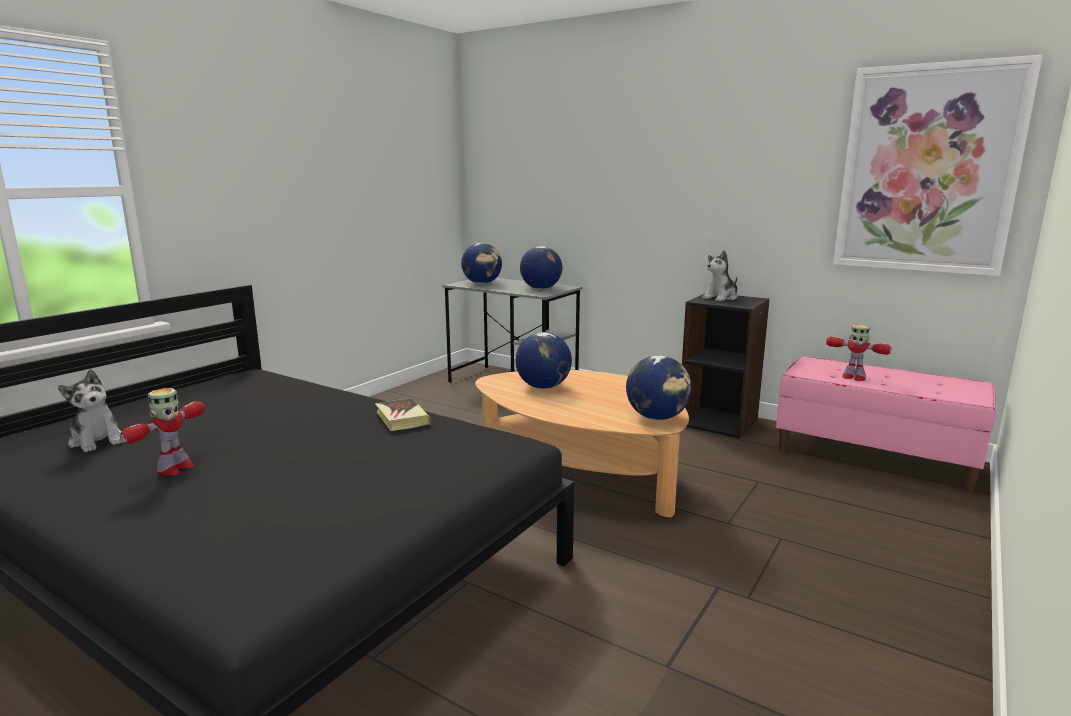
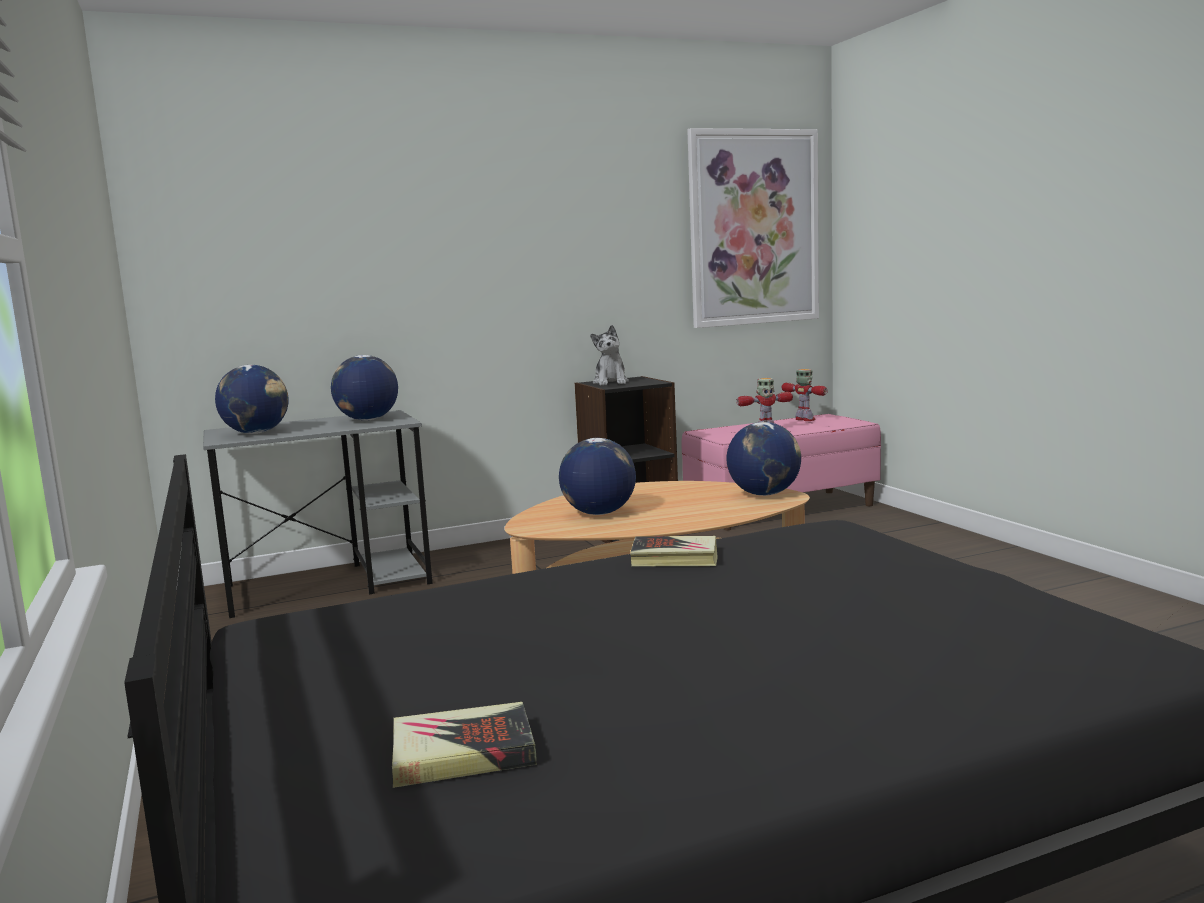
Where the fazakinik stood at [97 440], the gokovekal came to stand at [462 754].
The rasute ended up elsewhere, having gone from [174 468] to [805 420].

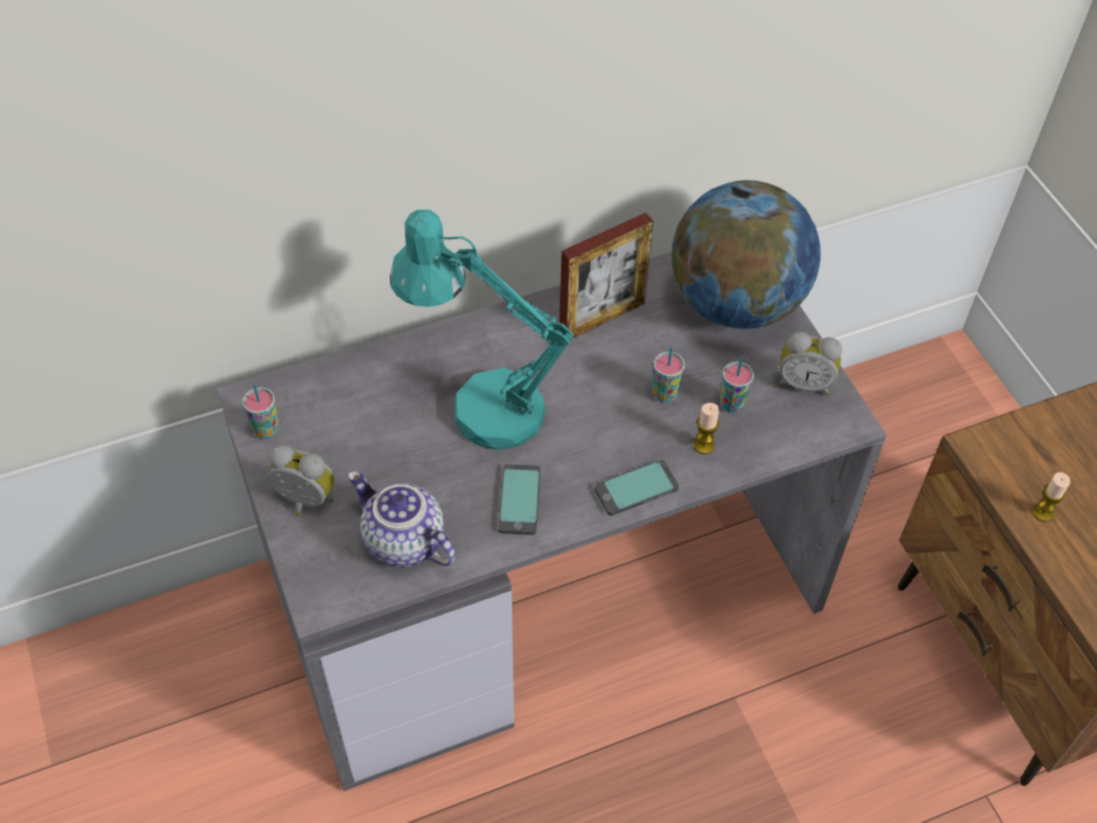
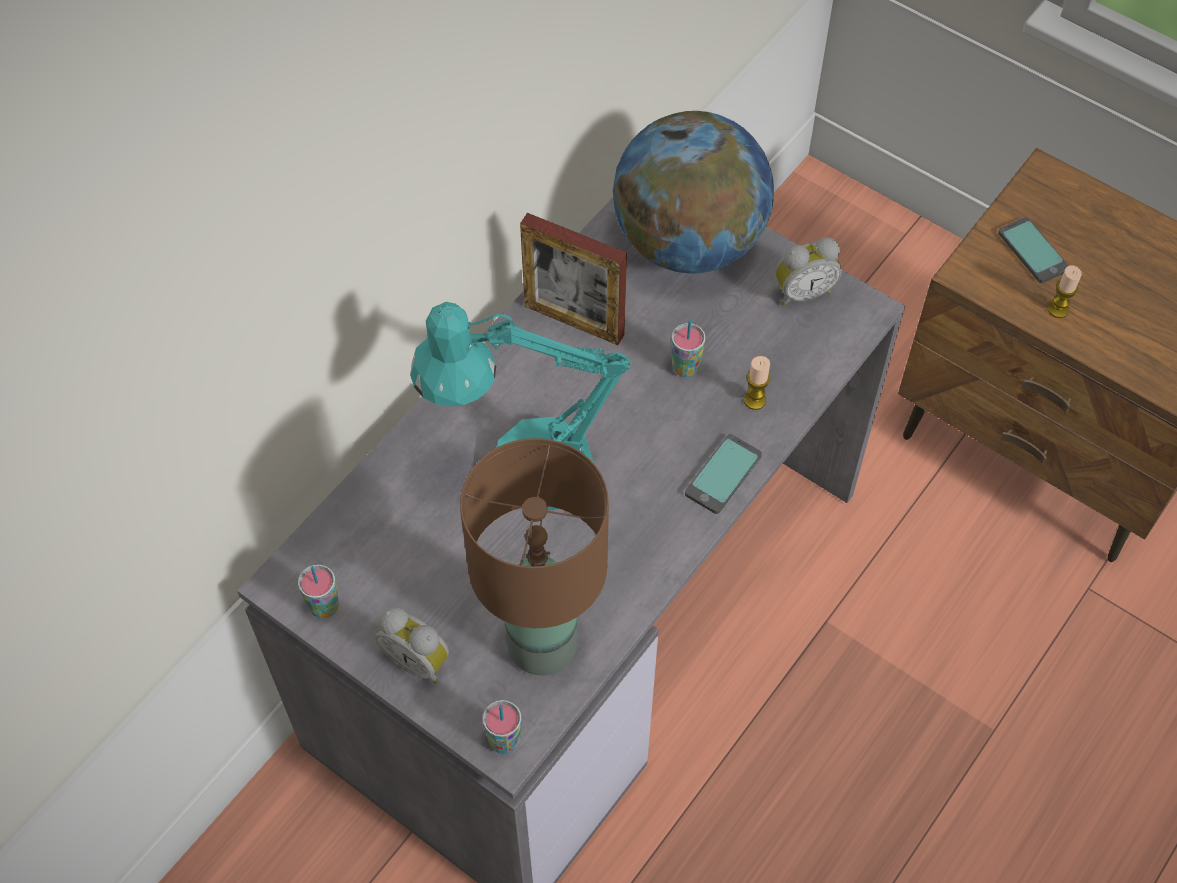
The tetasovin at [602 318] ended up facing another way, 90 degrees clockwise from before.
The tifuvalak ended up elsewhere, having gone from [732 404] to [504 741].
The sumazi at [304 502] ended up facing another way, 135 degrees counterclockwise from before.
The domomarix ended up elsewhere, having gone from [520 500] to [1033 251].
Where the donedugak stood at [402 542], the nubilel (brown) came to stand at [543 646].

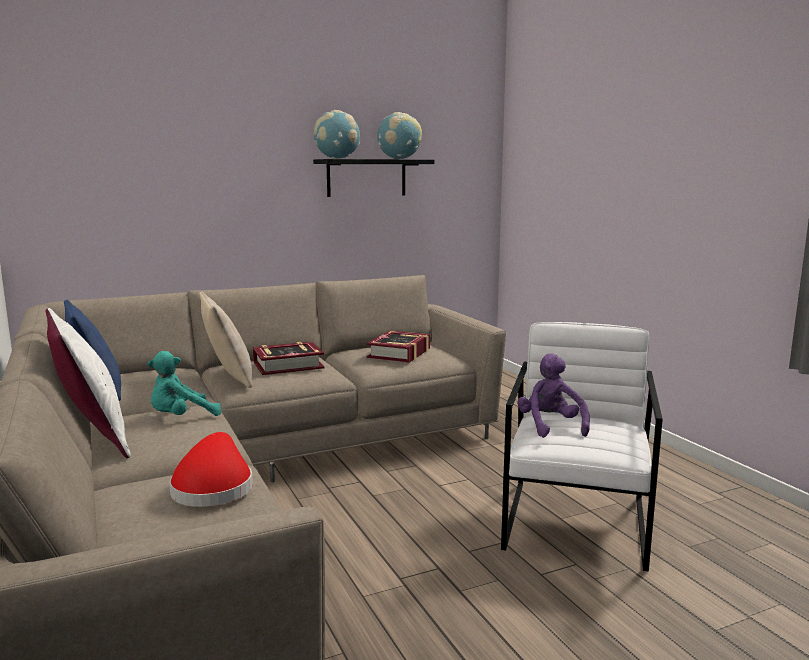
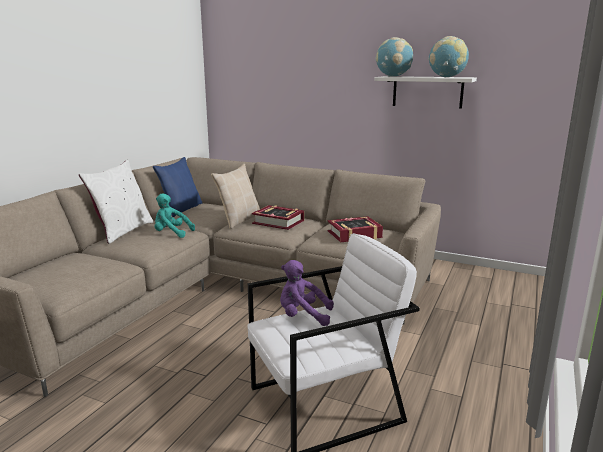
What was the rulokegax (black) at [366 178] turned into the rulokegax (white) at [427 92].
The fazakinik (purple) at [550 426] ended up facing another way, 120 degrees counterclockwise from before.
The second view lost the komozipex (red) at [213 487].

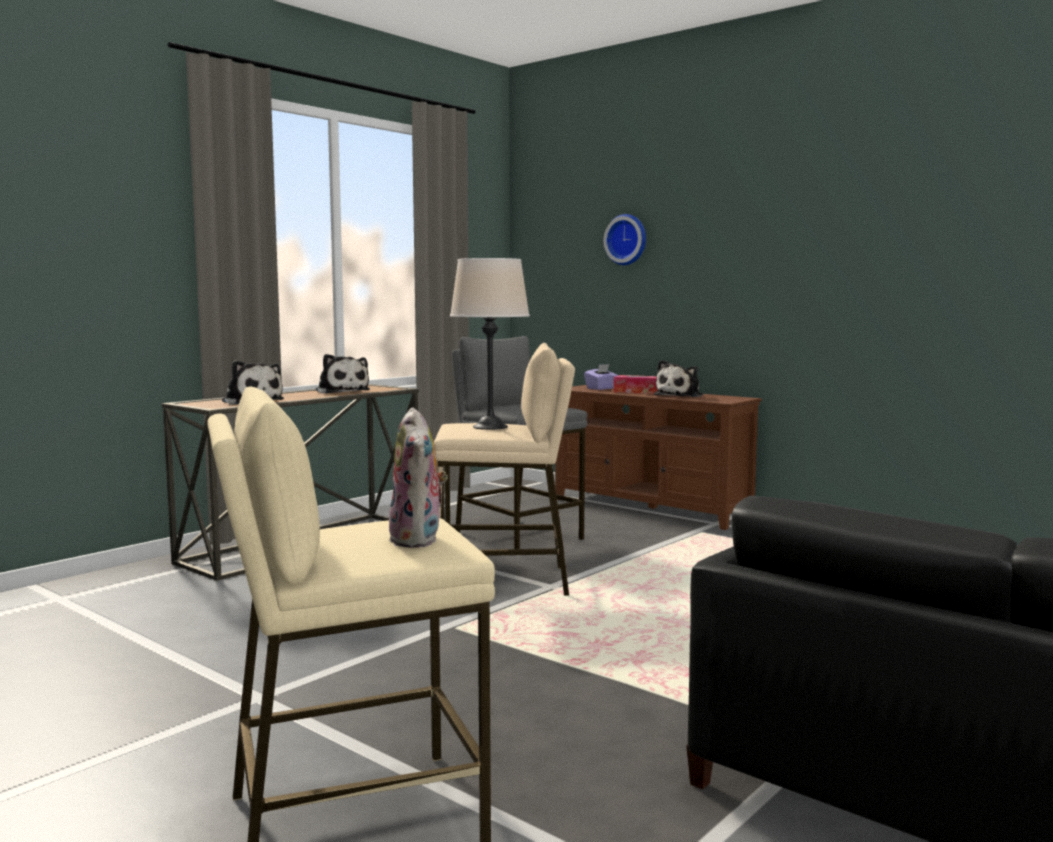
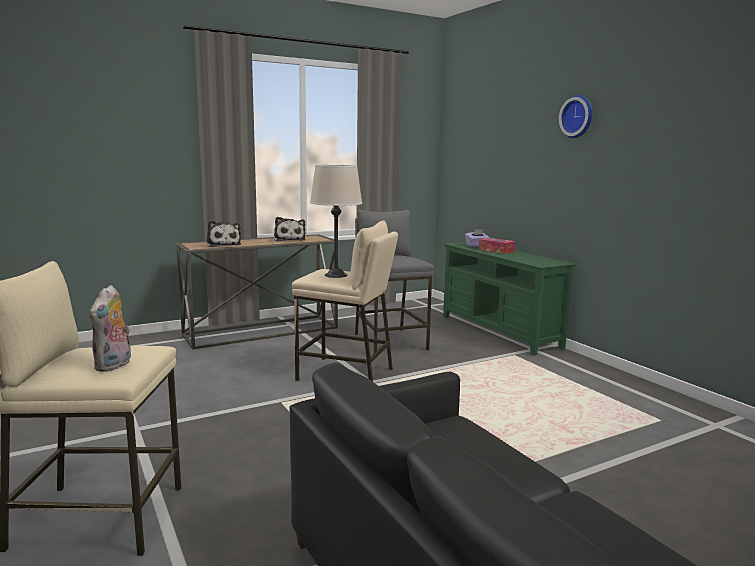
The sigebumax ended up elsewhere, having gone from [627 240] to [578 117].
The second view lost the fazakinik at [680 395].
What was the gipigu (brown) at [650 509] turned into the gipigu (green) at [499 332].

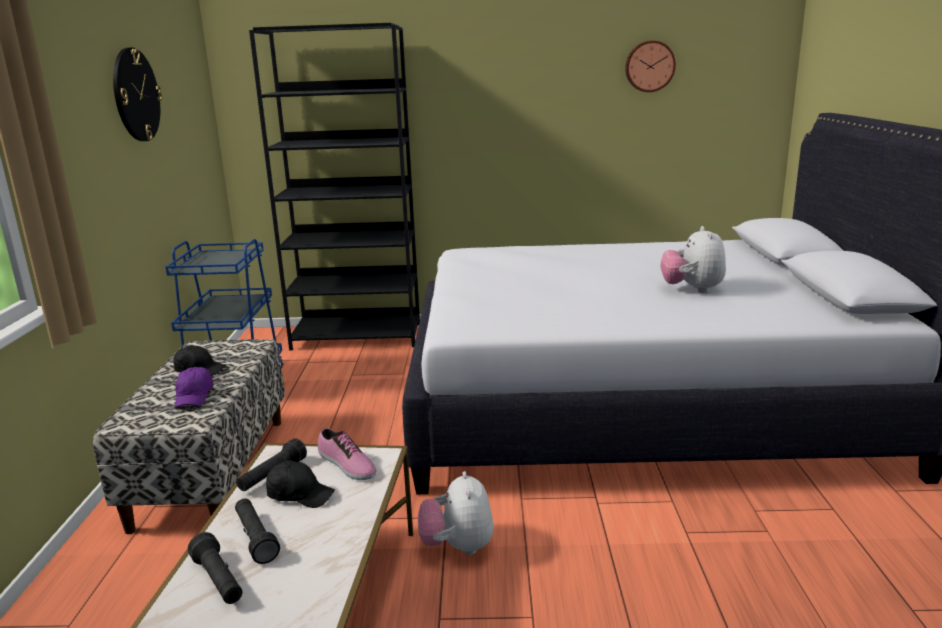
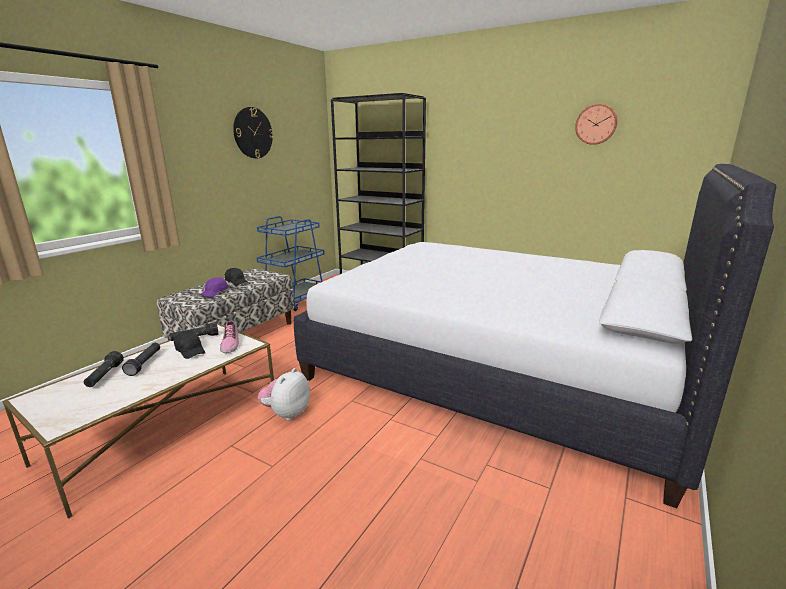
The second view lost the fazakinik at [692 290].

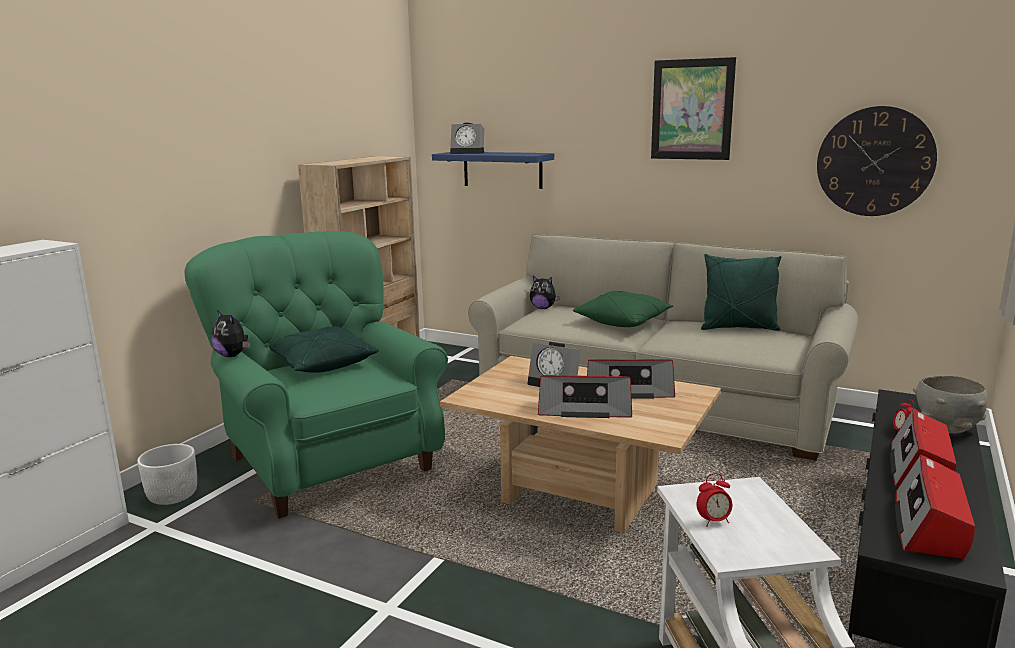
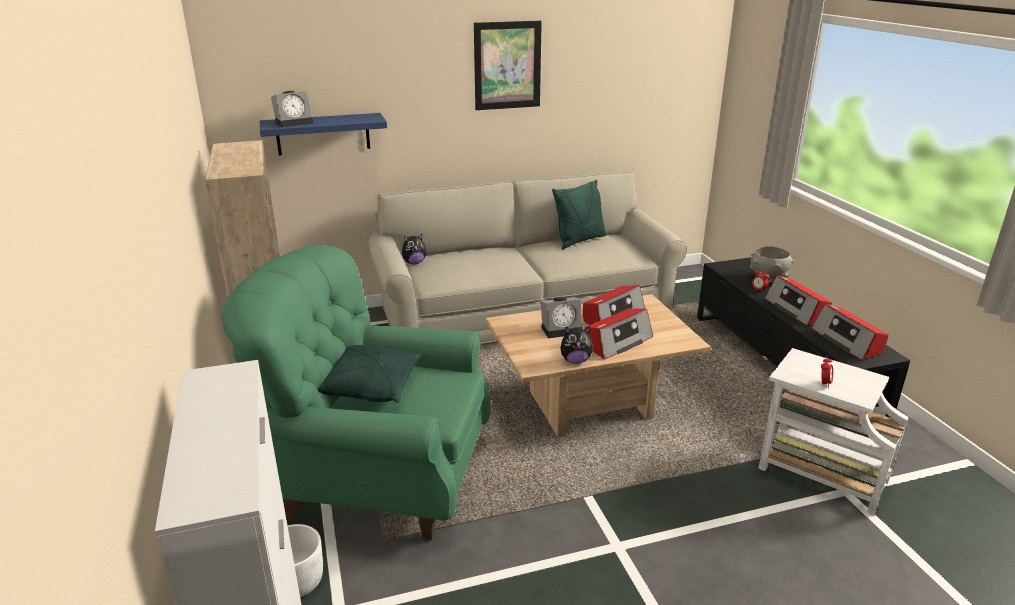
The second view lost the sigebumax at [875 161].
The second view lost the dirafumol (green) at [623 321].
The fazakinik ended up elsewhere, having gone from [233 355] to [575 360].

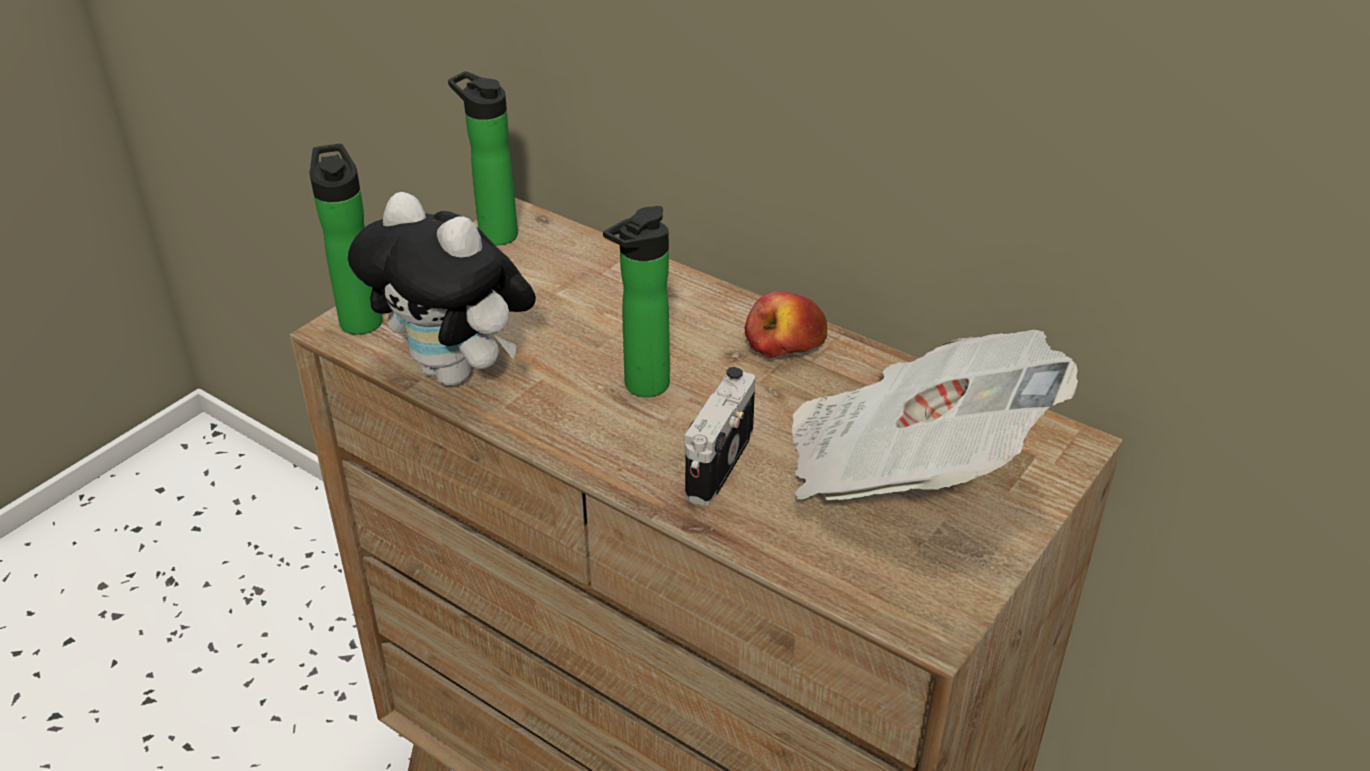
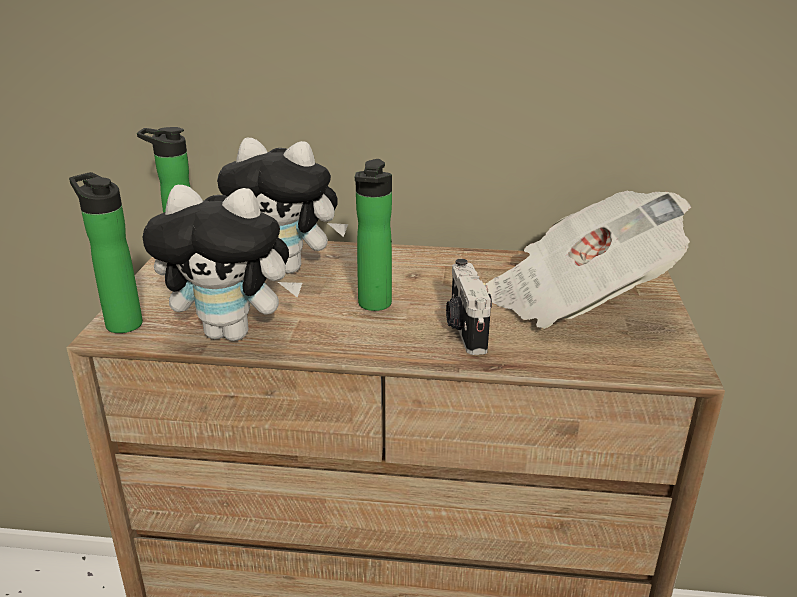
The second view lost the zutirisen at [785 345].
The second view gained the fazakinik at [288 267].

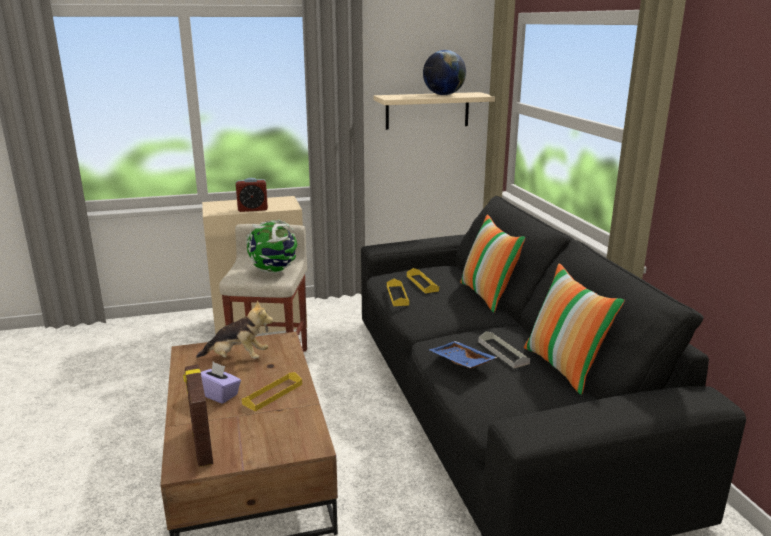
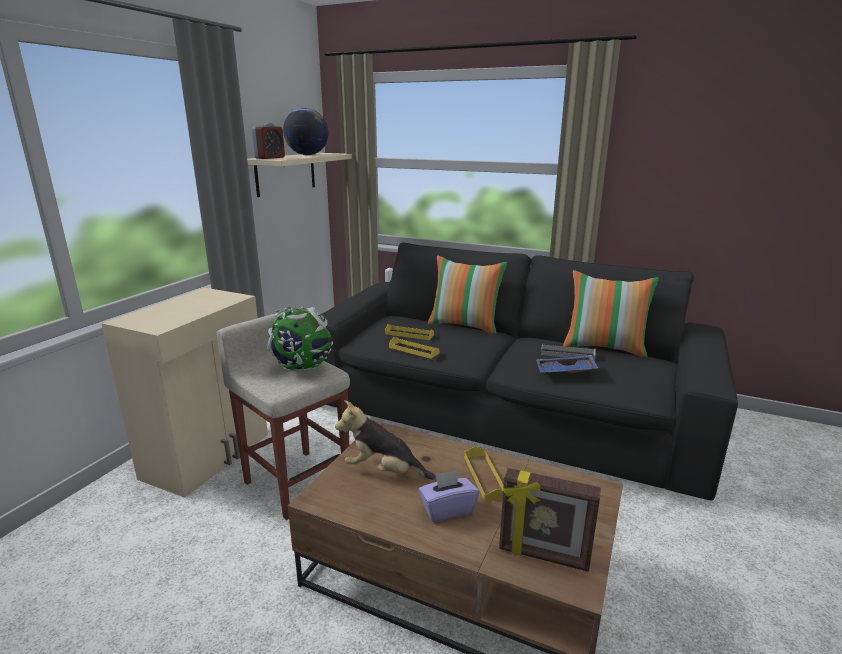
The sumazi ended up elsewhere, having gone from [252 209] to [270 158].
The fazakinik at [237 358] ended up facing another way, 120 degrees counterclockwise from before.

